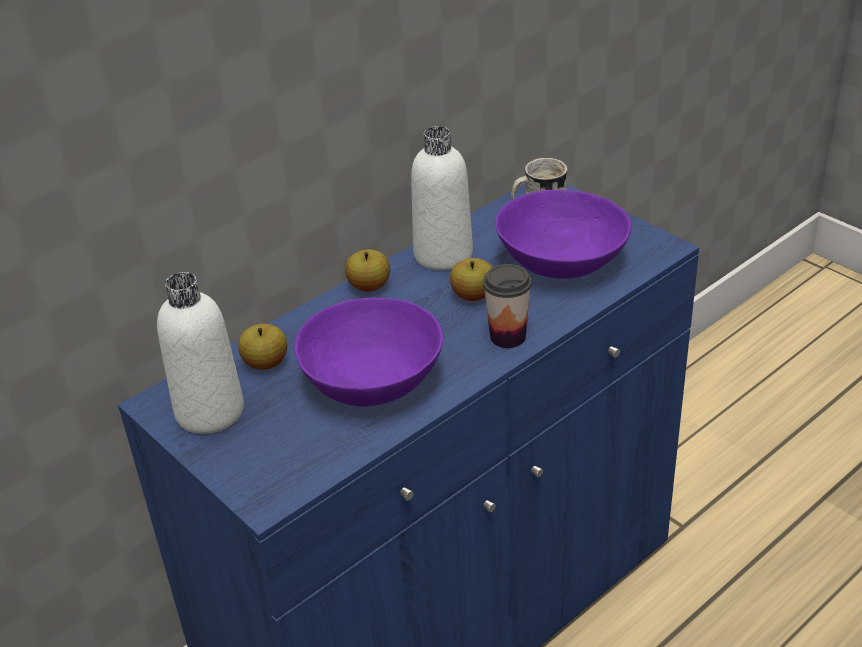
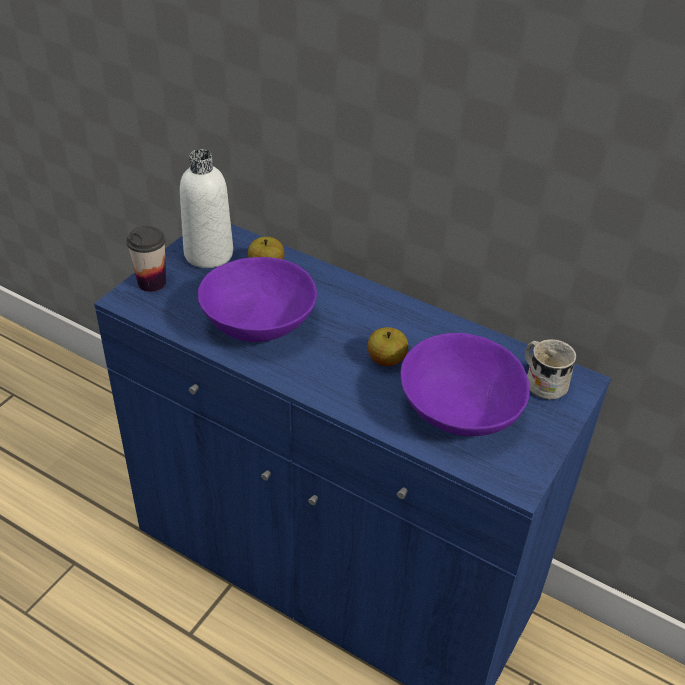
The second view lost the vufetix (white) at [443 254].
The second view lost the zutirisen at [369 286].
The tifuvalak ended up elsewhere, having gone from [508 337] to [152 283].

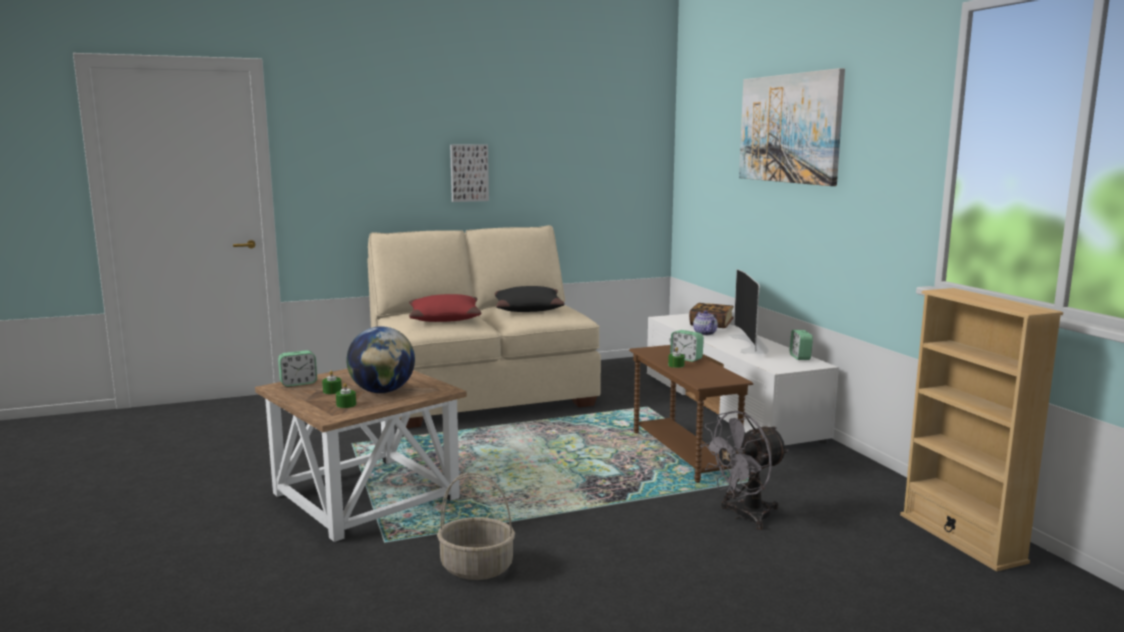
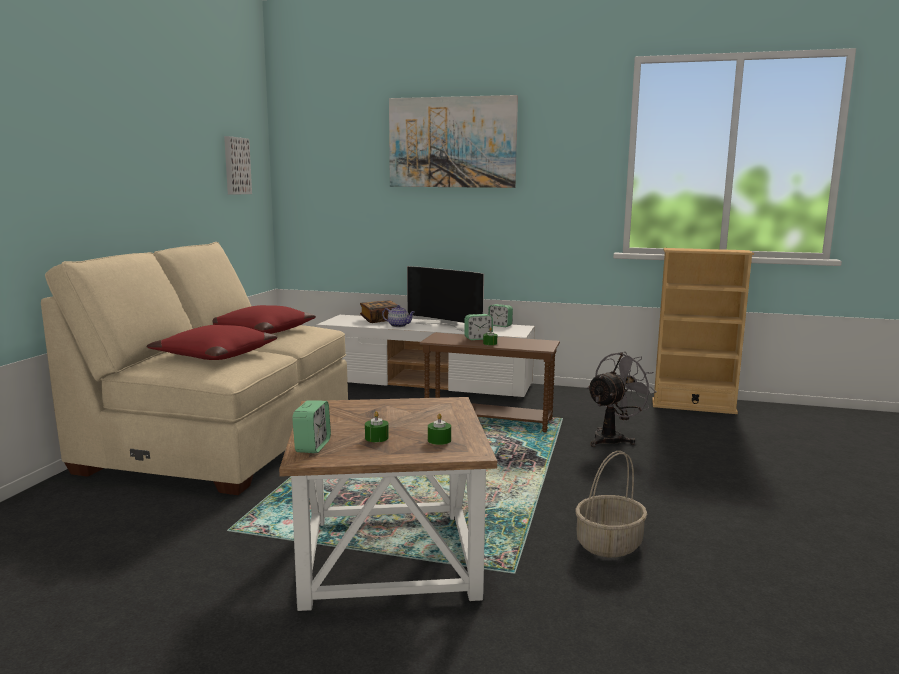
The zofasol ended up elsewhere, having gone from [469 173] to [236 166].
What was the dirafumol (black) at [527 309] turned into the dirafumol (red) at [261 331].
The second view lost the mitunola at [382 391].
The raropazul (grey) at [744 516] ended up facing another way, 135 degrees counterclockwise from before.

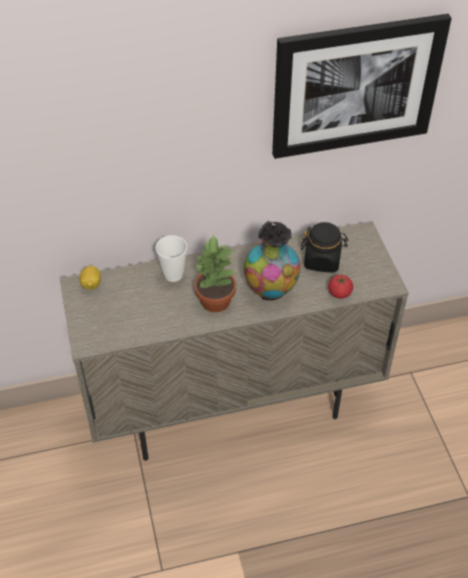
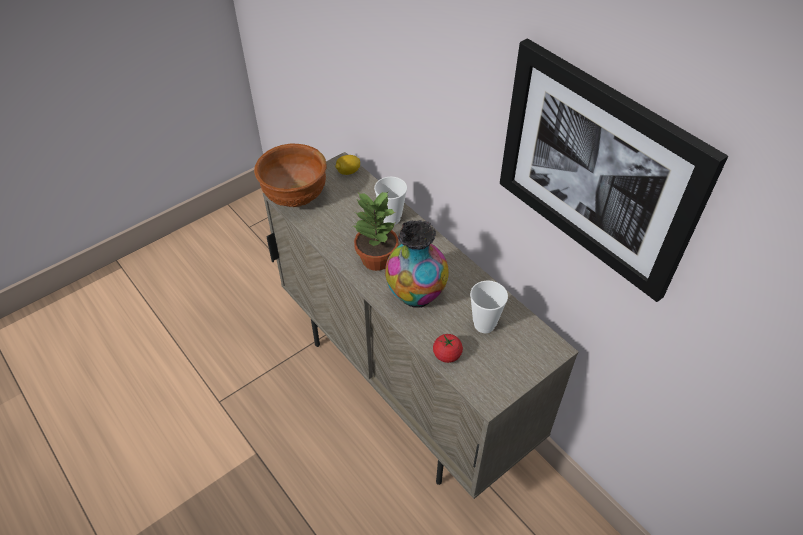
Where the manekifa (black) stood at [322 260], the tifuvalak came to stand at [484 324].
The second view gained the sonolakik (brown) at [294 196].

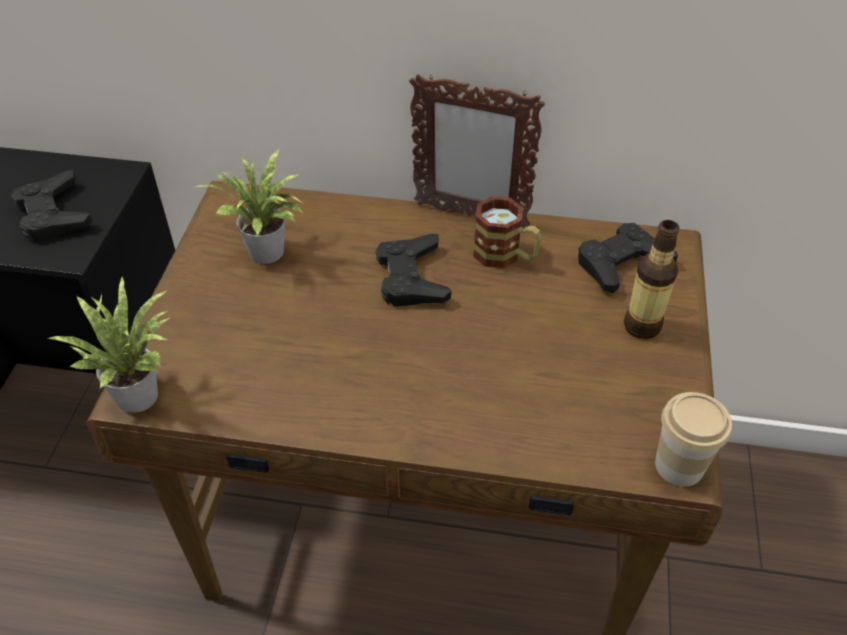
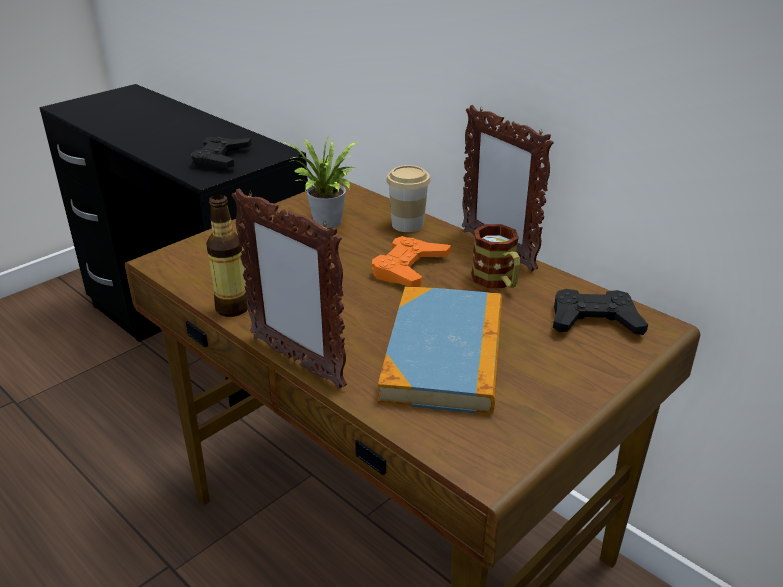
The vufetix ended up elsewhere, having gone from [641 326] to [232 308].
What was the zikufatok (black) at [411 277] turned into the zikufatok (orange) at [409 268].
The second view lost the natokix at [140 392].
The tifuvalak ended up elsewhere, having gone from [679 465] to [407 224].
The second view gained the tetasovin at [296 361].
The second view gained the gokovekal at [445 353].

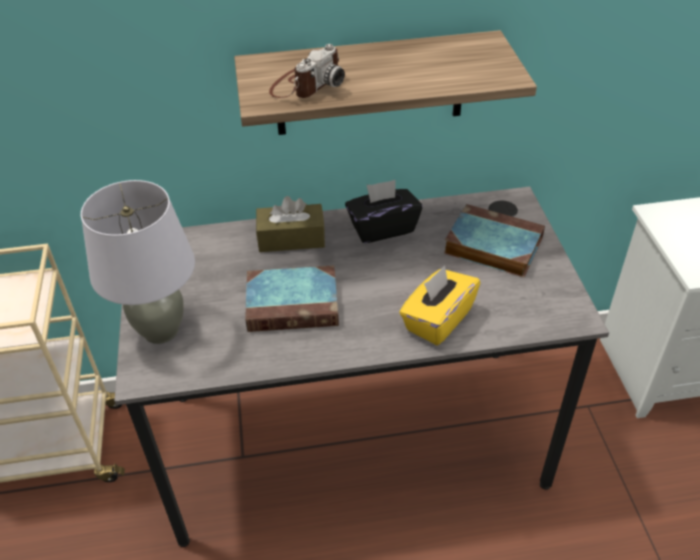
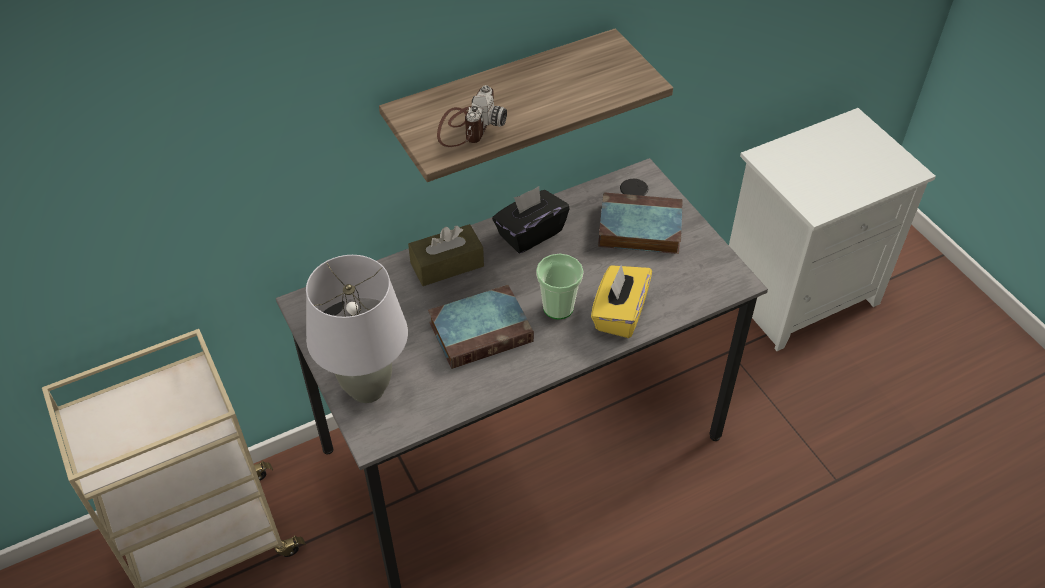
The second view gained the tifuvalak at [558 307].

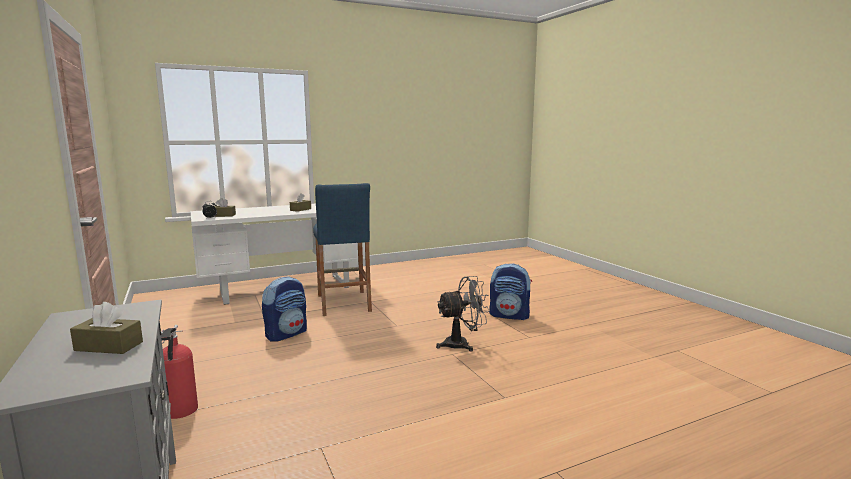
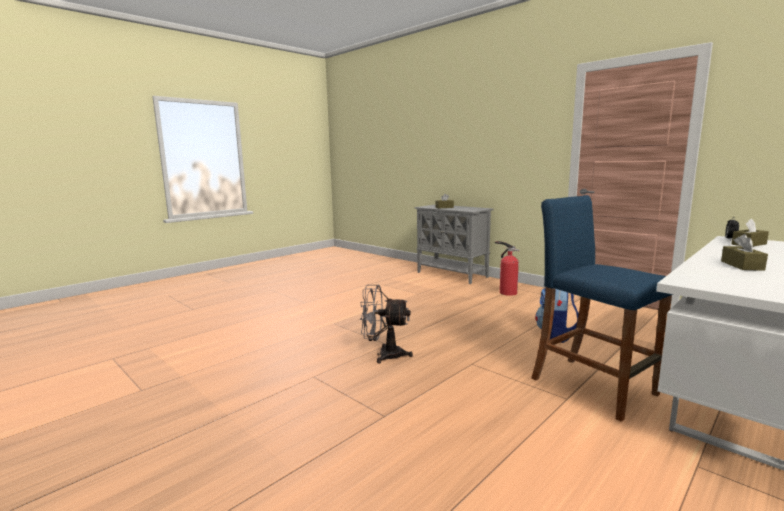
The second view lost the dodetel at [510 315].
The raropazul (grey) at [462 344] ended up facing another way, 45 degrees clockwise from before.

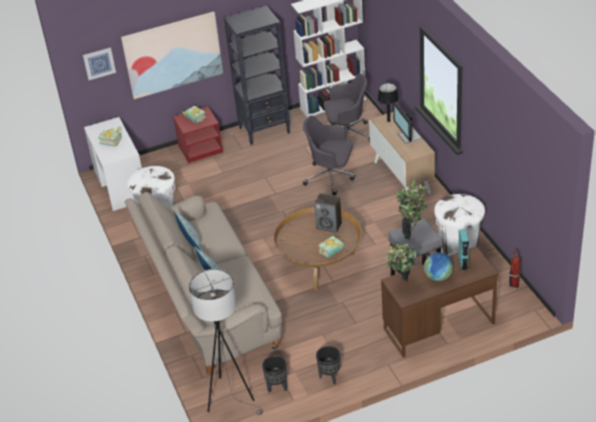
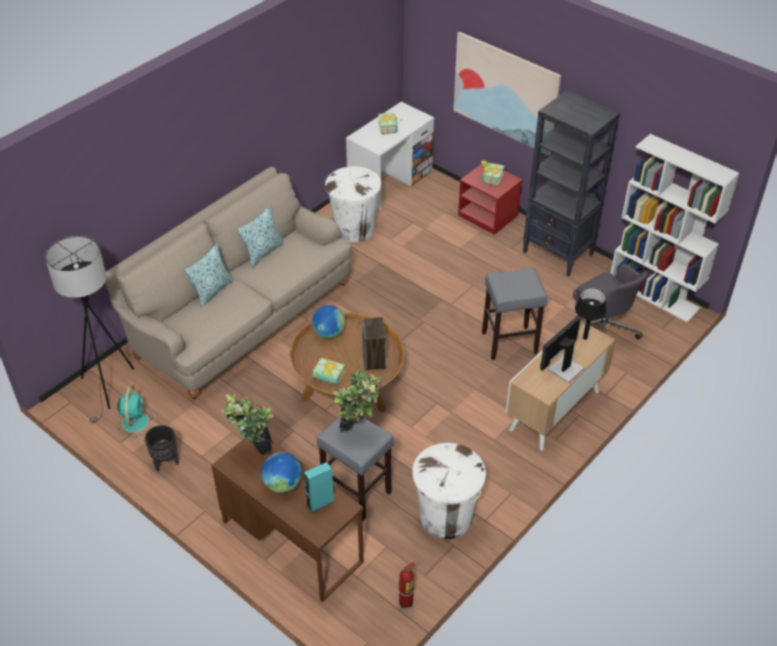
The second view lost the zofasol at [99 63].
Where the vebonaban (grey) stood at [331 177], the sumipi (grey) came to stand at [510 342].
Where the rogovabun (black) stood at [277 387], the raropazul (turquoise) came to stand at [135 421].
The second view gained the mitunola at [329 333].

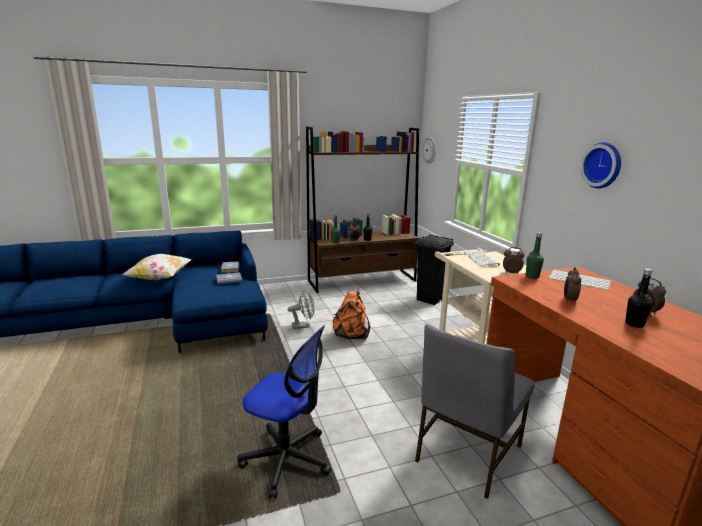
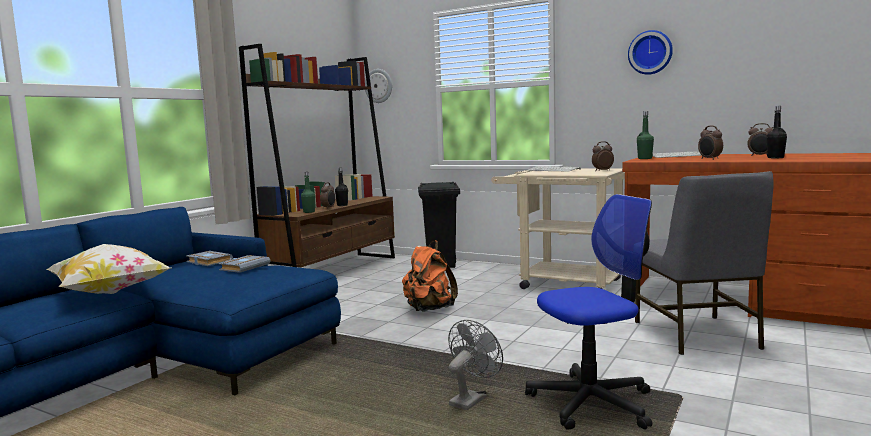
The raropazul (grey) ended up elsewhere, having gone from [303 326] to [471 399].

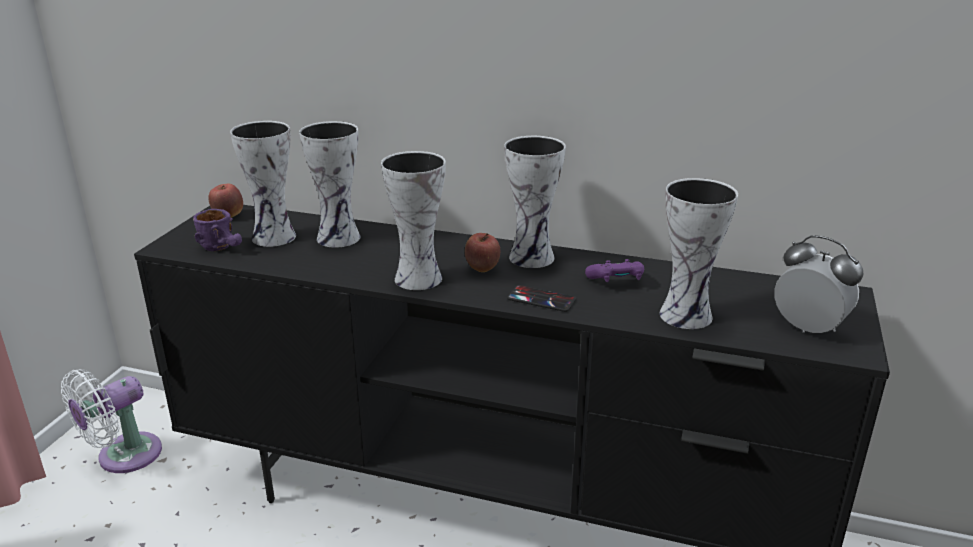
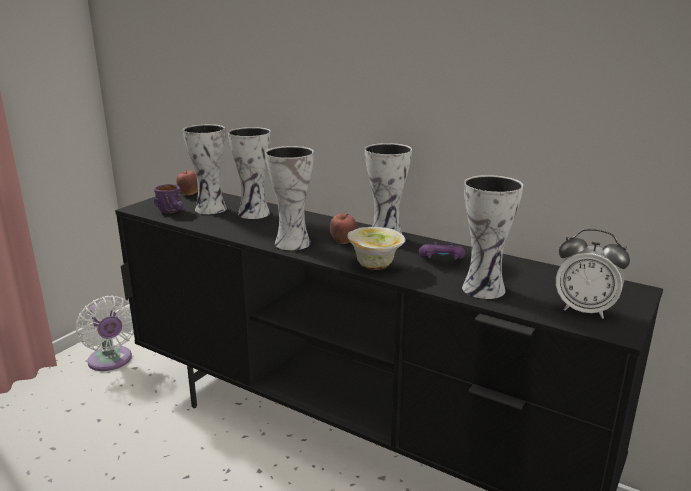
The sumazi at [808 328] ended up facing another way, 150 degrees clockwise from before.
Where the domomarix stood at [541 299], the sonolakik came to stand at [375 265].
The raropazul (white) at [123 457] ended up facing another way, 90 degrees counterclockwise from before.

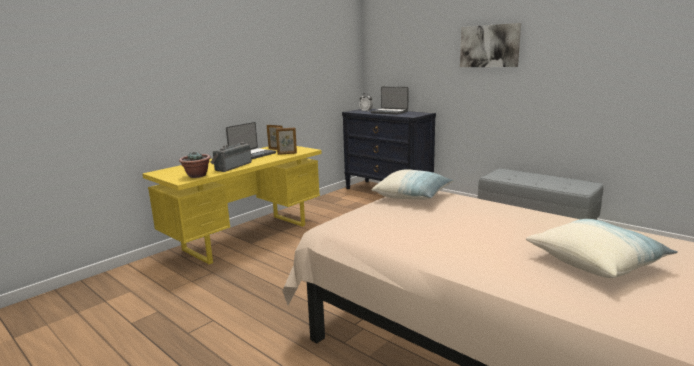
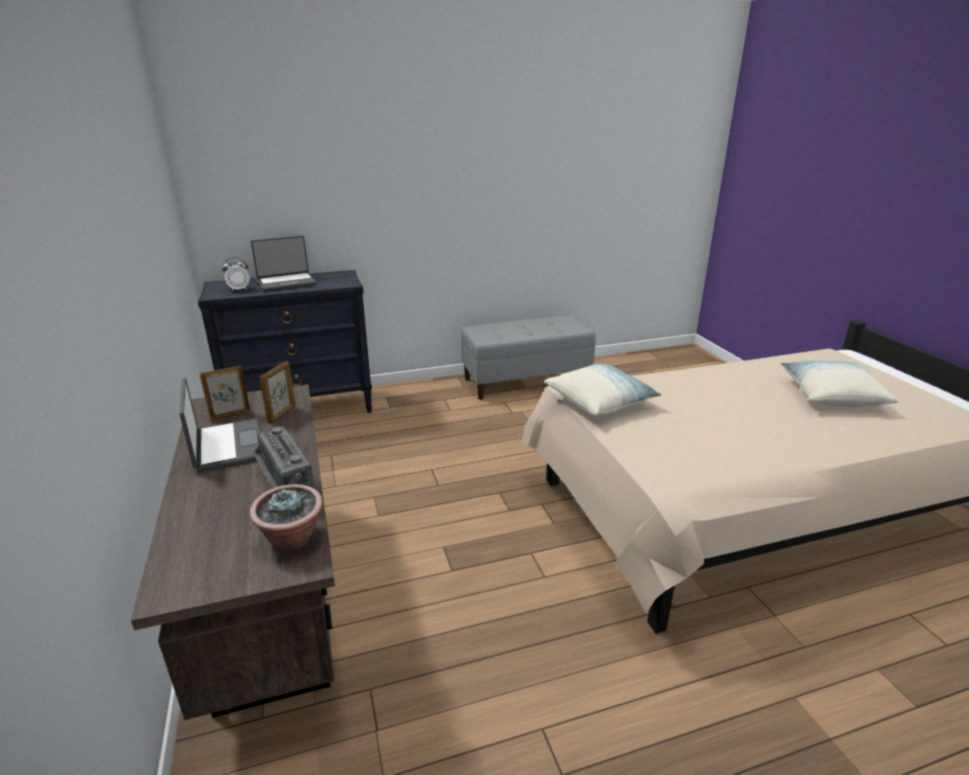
The second view lost the zofasol at [489 46].
What was the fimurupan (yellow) at [247 236] turned into the fimurupan (brown) at [271 600].

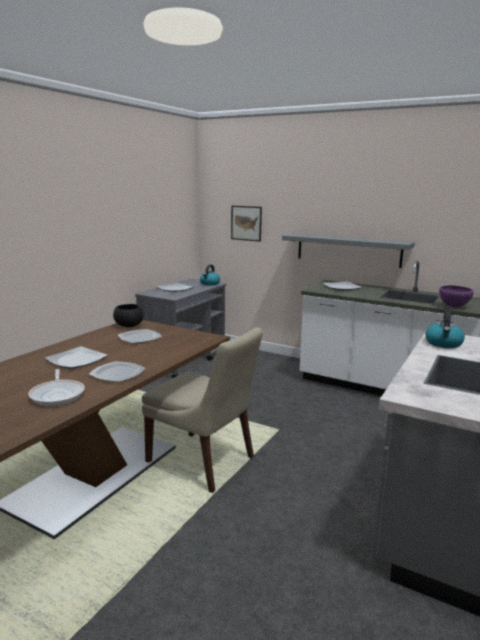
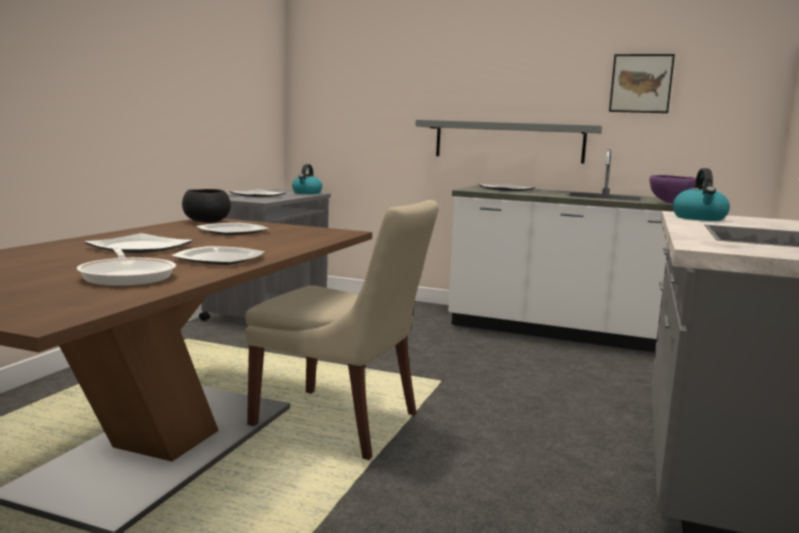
The zofasol ended up elsewhere, having gone from [246 223] to [641 83].

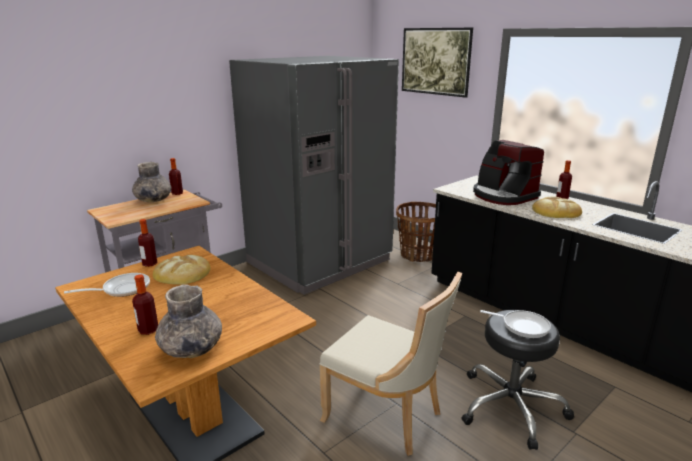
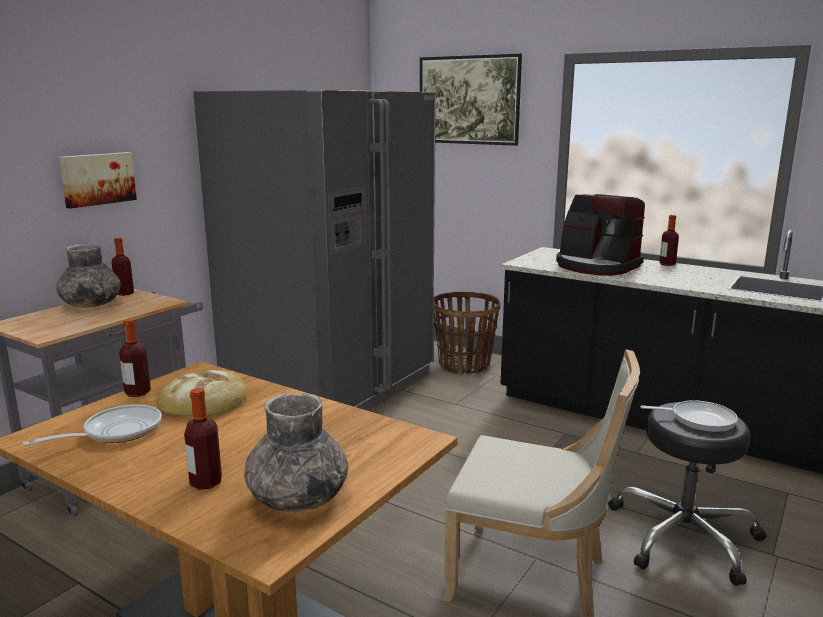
The second view lost the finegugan at [555 212].
The second view gained the zofasol at [97 179].

